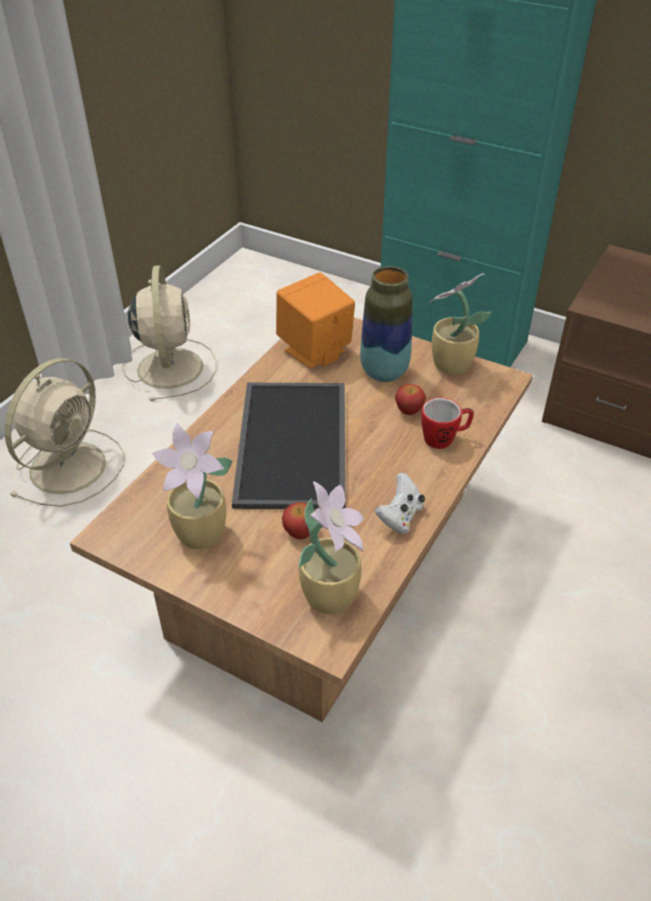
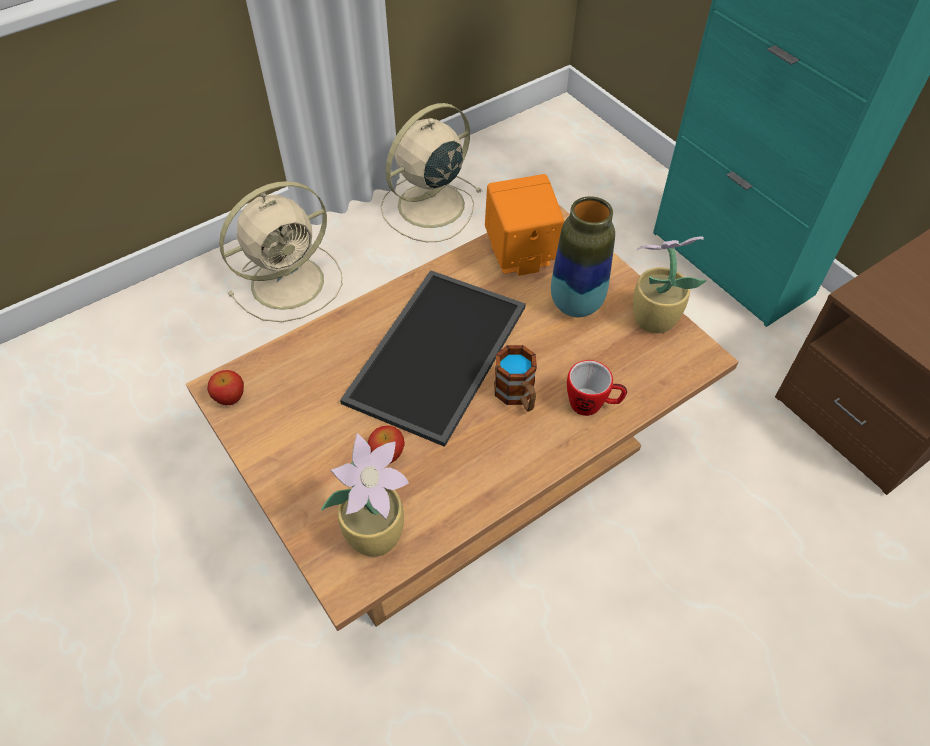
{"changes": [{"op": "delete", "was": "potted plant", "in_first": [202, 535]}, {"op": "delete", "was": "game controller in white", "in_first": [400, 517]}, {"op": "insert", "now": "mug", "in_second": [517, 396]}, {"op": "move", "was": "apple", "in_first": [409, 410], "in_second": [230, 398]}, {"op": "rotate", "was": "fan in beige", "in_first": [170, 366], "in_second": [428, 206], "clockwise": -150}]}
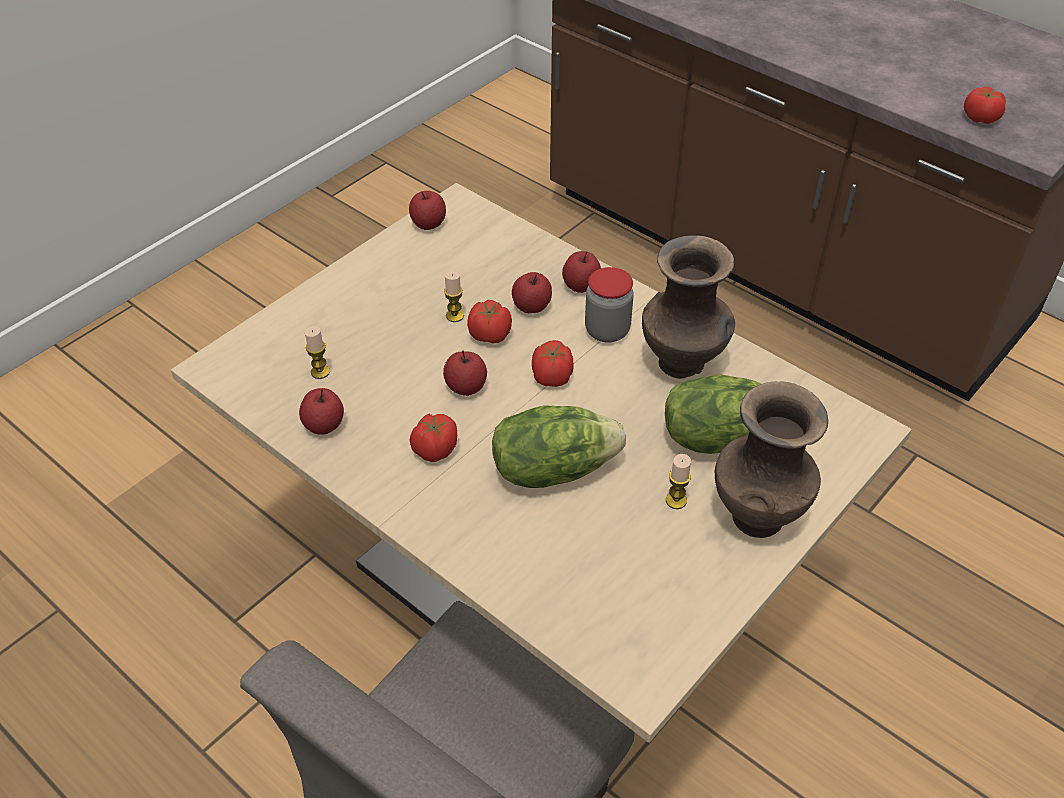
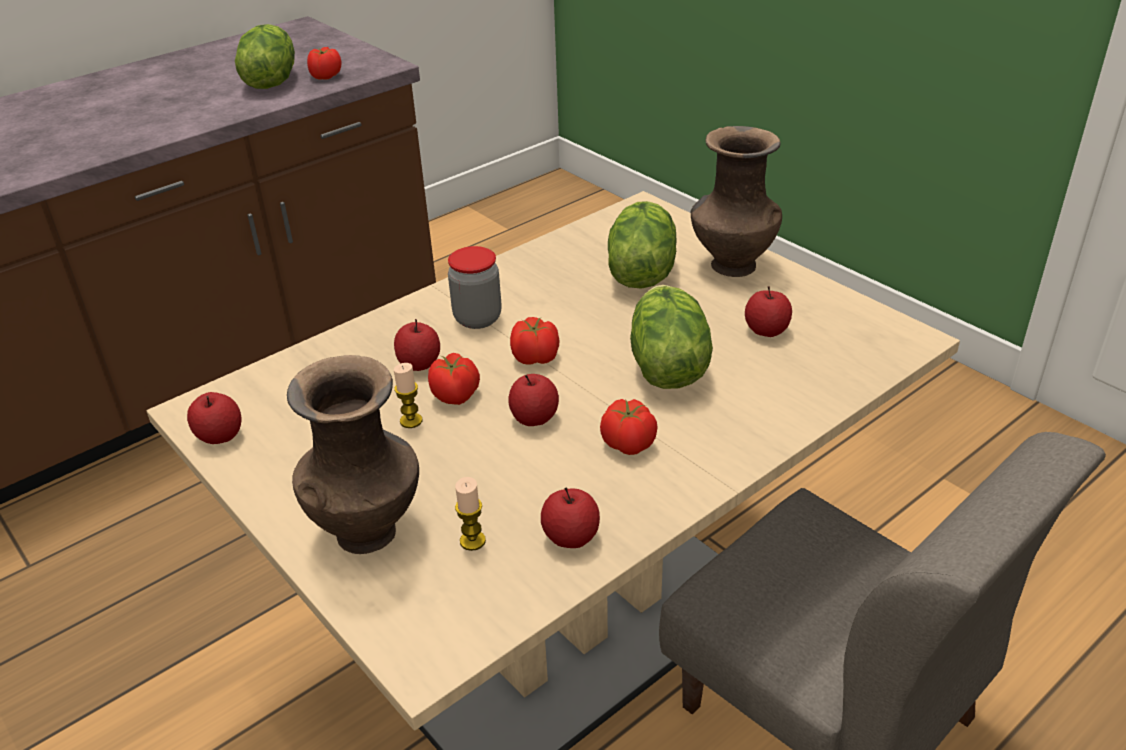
{"changes": [{"op": "delete", "was": "candle", "in_first": [676, 500]}, {"op": "insert", "now": "lettuce", "in_second": [270, 81]}, {"op": "move", "was": "apple", "in_first": [581, 285], "in_second": [766, 330]}, {"op": "move", "was": "vase in brown", "in_first": [683, 364], "in_second": [368, 530]}]}
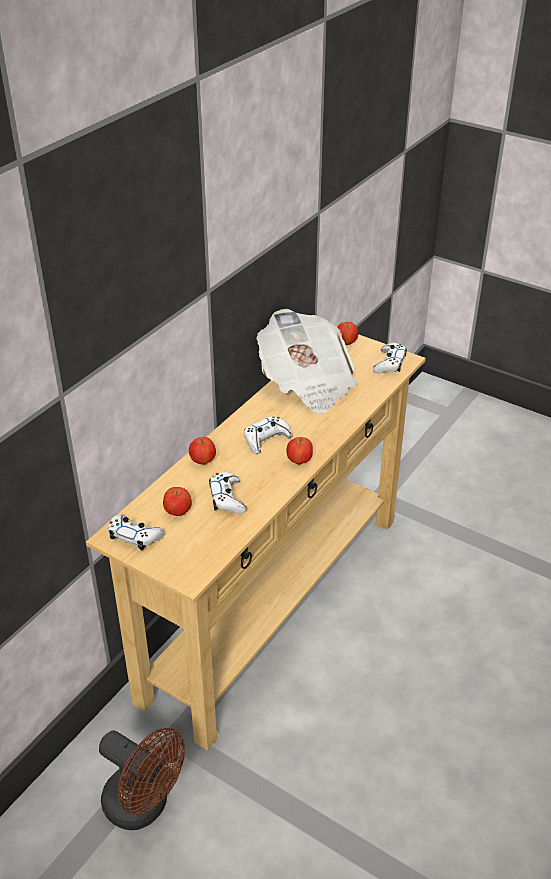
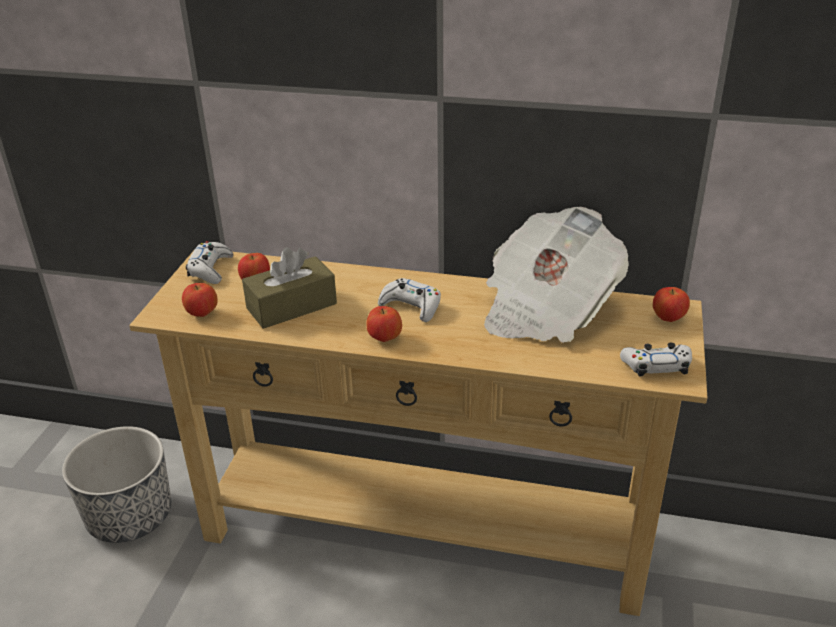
{"changes": [{"op": "move", "was": "apple", "in_first": [203, 461], "in_second": [202, 314]}, {"op": "replace", "was": "fan in brown", "now": "planter", "in_first": [144, 806], "in_second": [130, 516]}, {"op": "replace", "was": "game controller in white", "now": "tissue box in brown", "in_first": [227, 498], "in_second": [291, 306]}]}
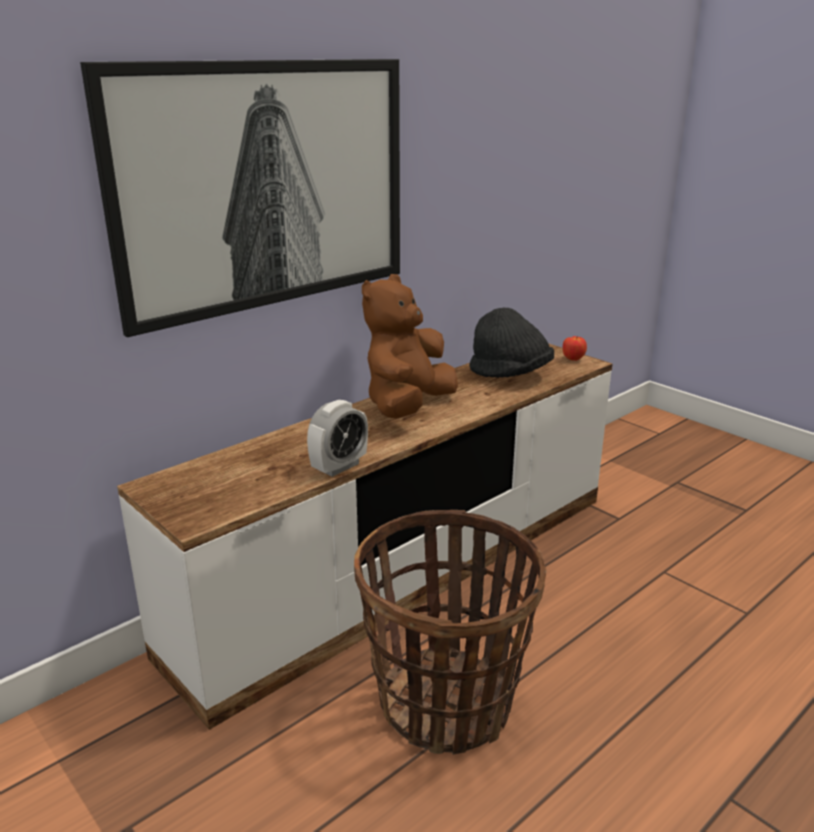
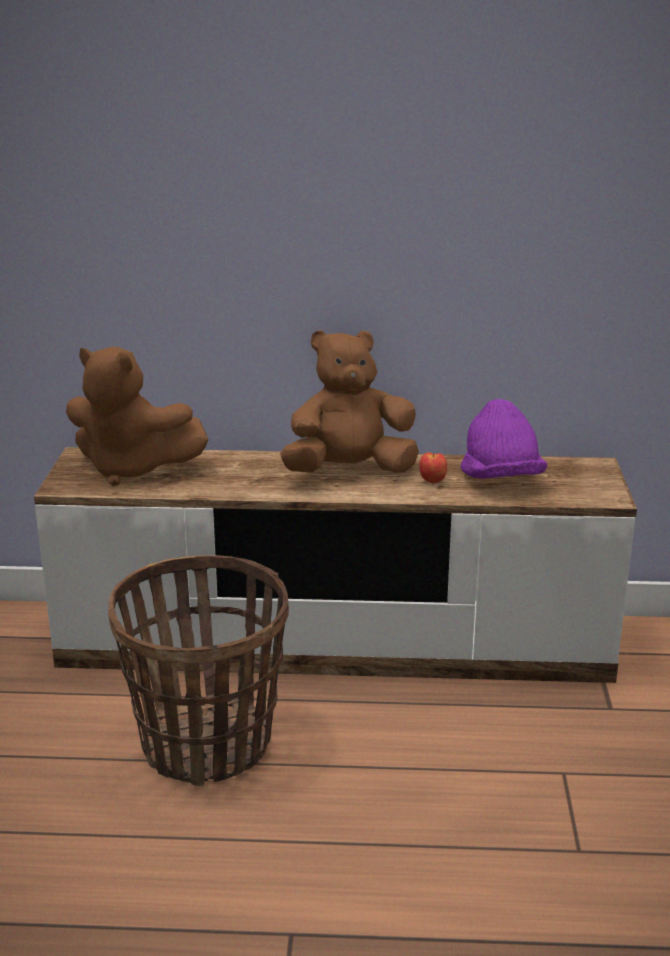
{"changes": [{"op": "delete", "was": "picture", "in_first": [268, 187]}, {"op": "delete", "was": "alarm clock", "in_first": [339, 467]}, {"op": "insert", "now": "plush toy in brown", "in_second": [132, 469]}, {"op": "move", "was": "apple", "in_first": [573, 359], "in_second": [433, 481]}, {"op": "recolor", "was": "hat in black", "now": "hat in purple", "in_first": [510, 375], "in_second": [500, 480]}]}
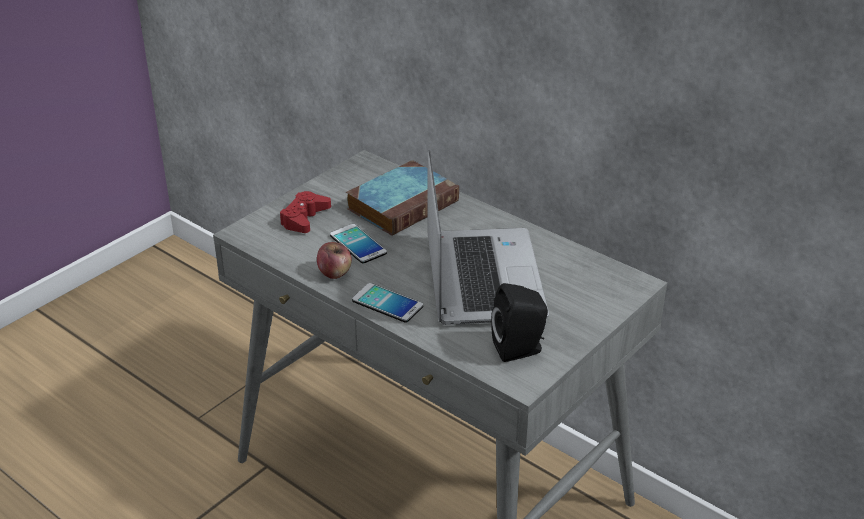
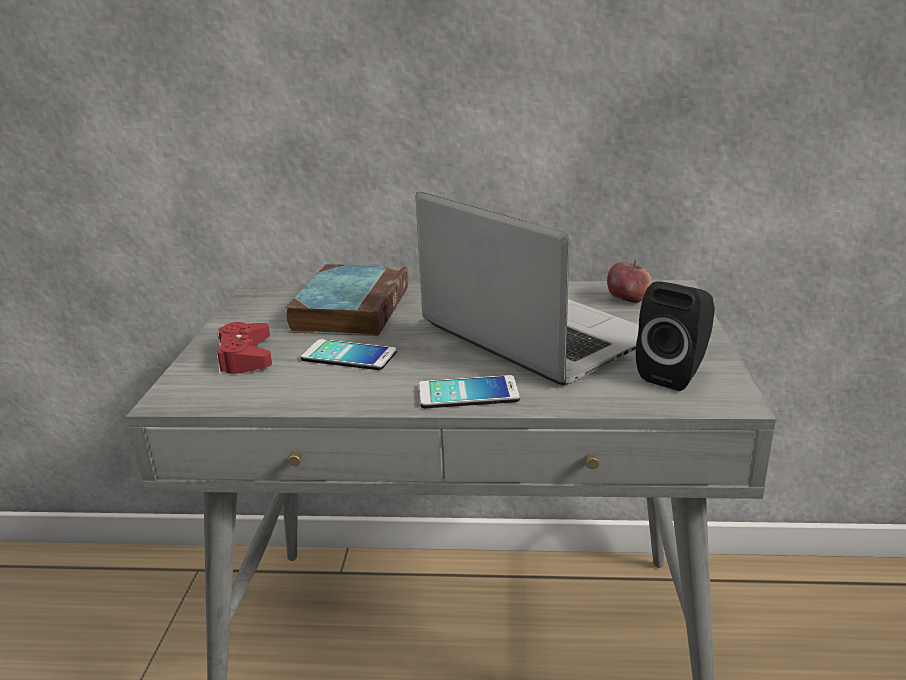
{"changes": [{"op": "move", "was": "apple", "in_first": [335, 273], "in_second": [628, 299]}]}
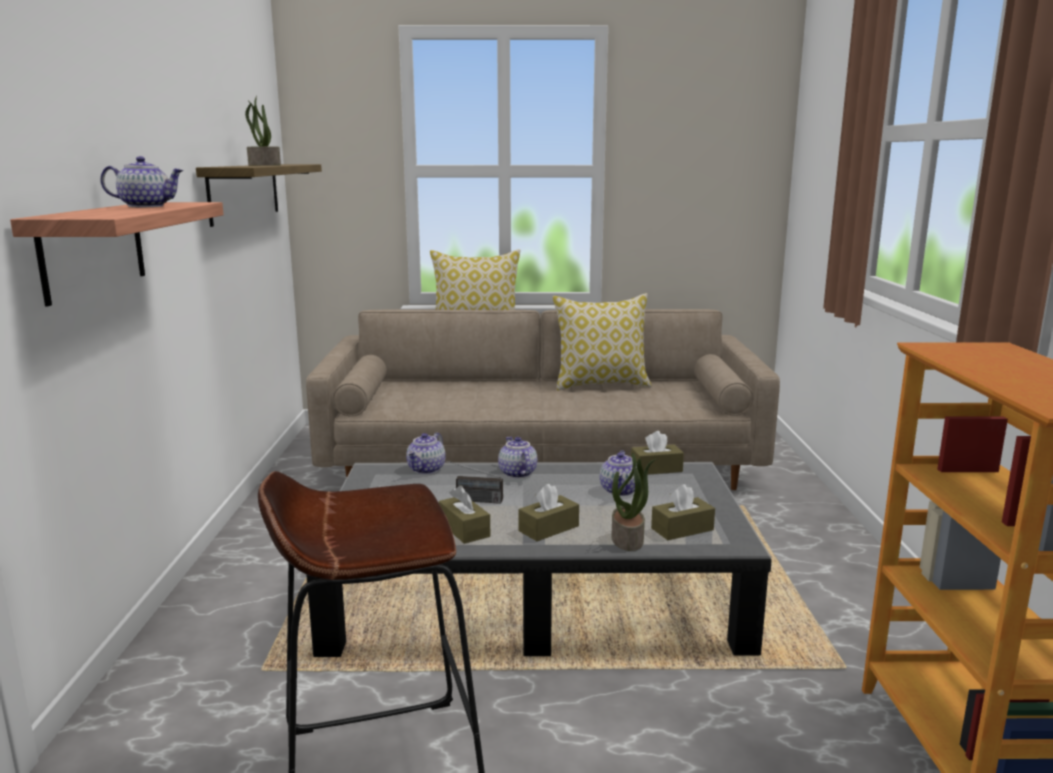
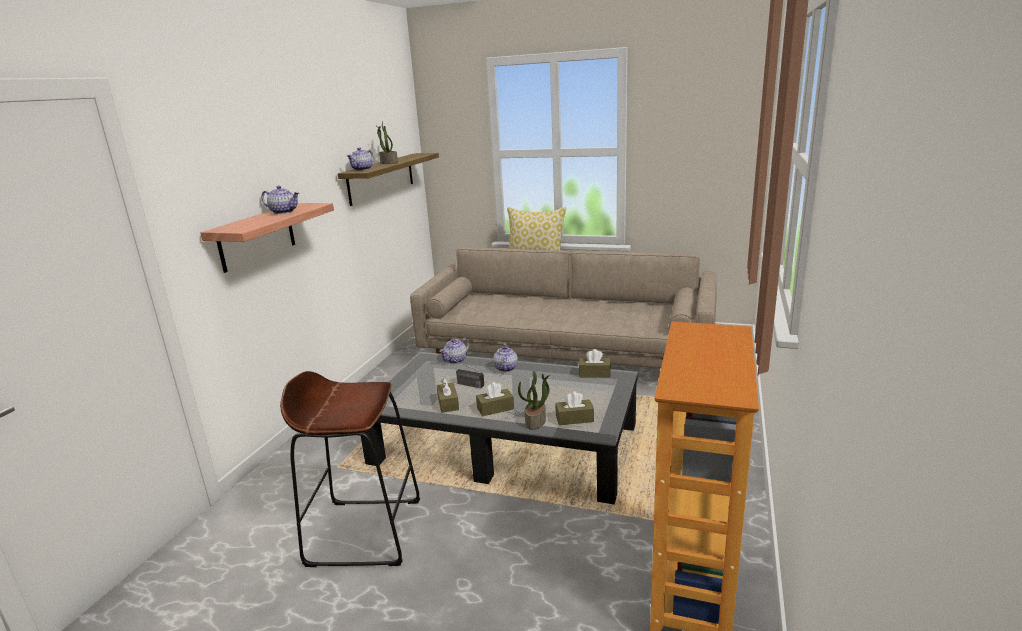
{"changes": [{"op": "delete", "was": "pillow", "in_first": [601, 384]}, {"op": "move", "was": "teapot", "in_first": [620, 491], "in_second": [362, 169]}]}
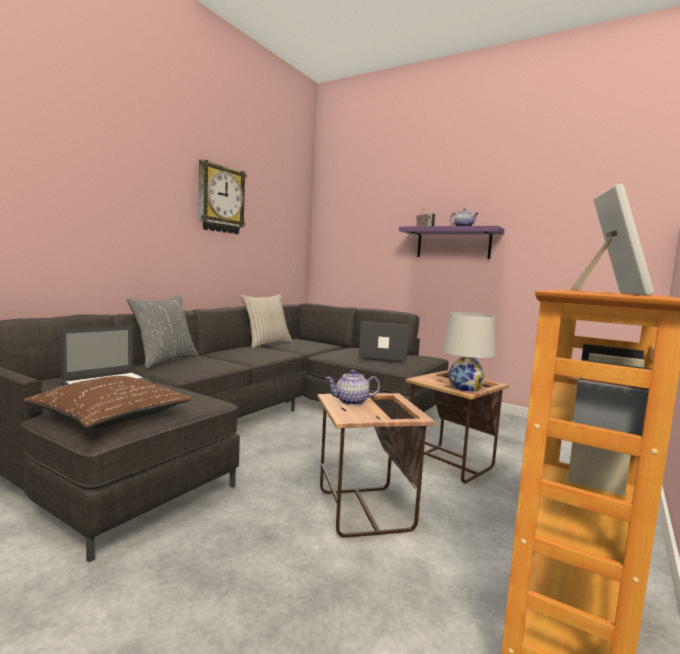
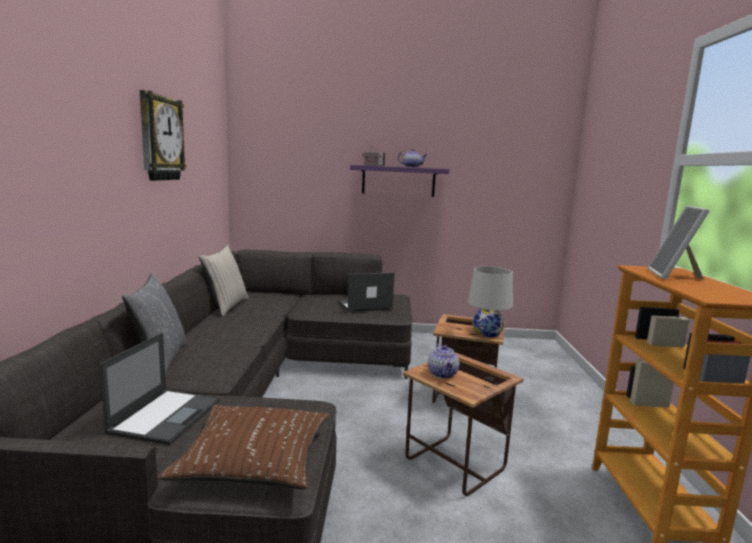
{"changes": [{"op": "rotate", "was": "teapot", "in_first": [351, 402], "in_second": [443, 374], "clockwise": -60}, {"op": "rotate", "was": "picture frame", "in_first": [608, 292], "in_second": [674, 276], "clockwise": -150}]}
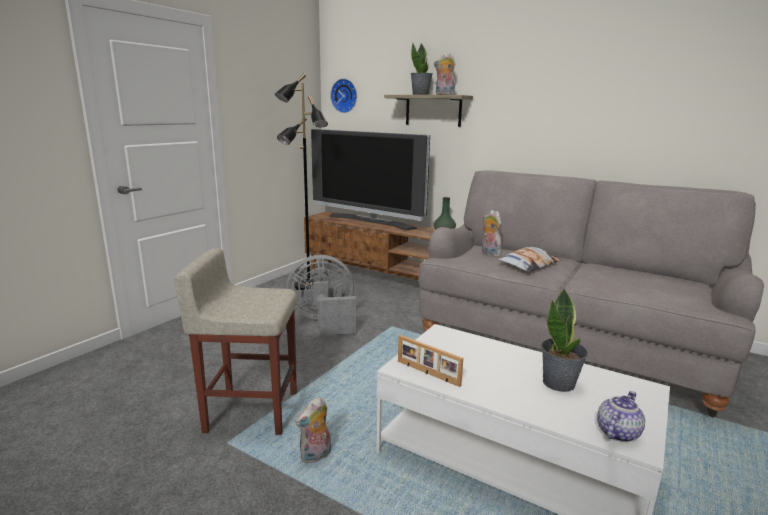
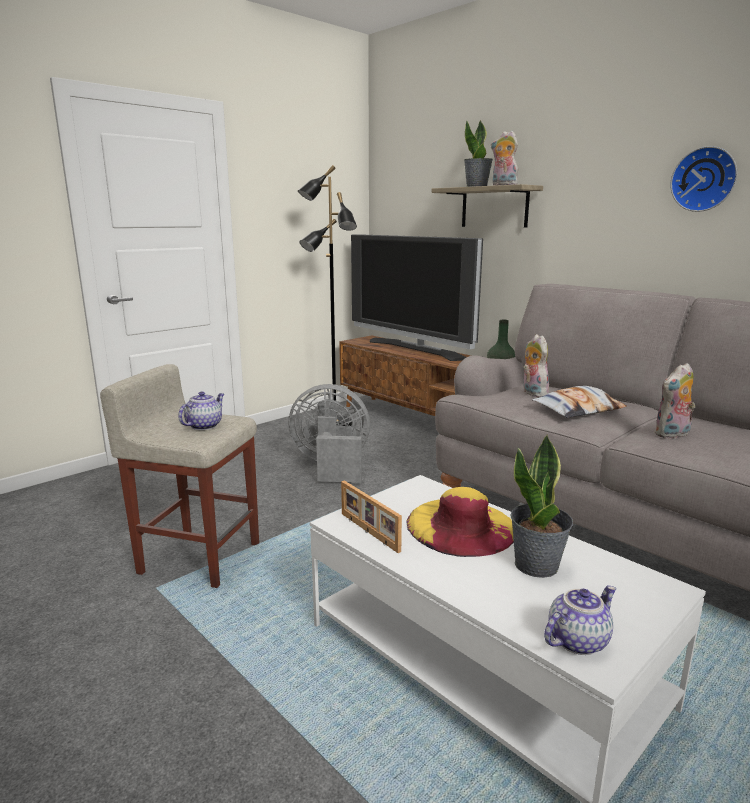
{"changes": [{"op": "insert", "now": "teapot", "in_second": [204, 425]}, {"op": "insert", "now": "hat in yellow", "in_second": [461, 526]}, {"op": "move", "was": "plush toy", "in_first": [316, 456], "in_second": [672, 435]}, {"op": "move", "was": "wall clock", "in_first": [345, 96], "in_second": [704, 179]}]}
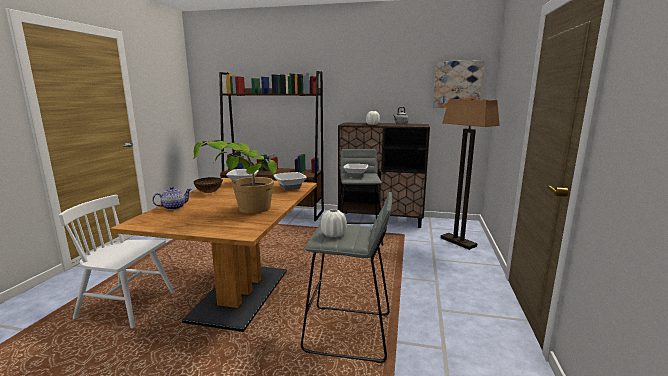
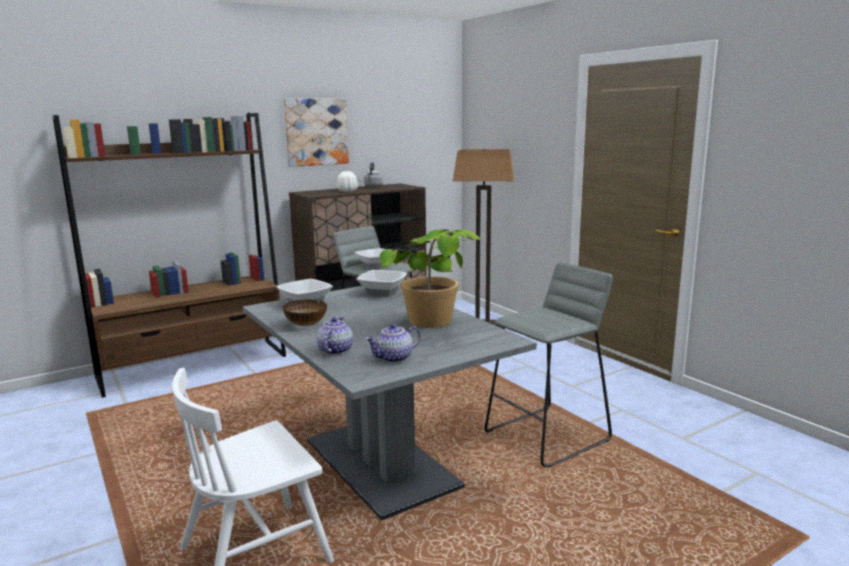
{"changes": [{"op": "delete", "was": "vase in white", "in_first": [333, 234]}, {"op": "insert", "now": "teapot", "in_second": [394, 358]}, {"op": "move", "was": "picture", "in_first": [457, 84], "in_second": [316, 132]}, {"op": "recolor", "was": "dining table in brown", "now": "dining table in grey", "in_first": [241, 294], "in_second": [380, 464]}]}
